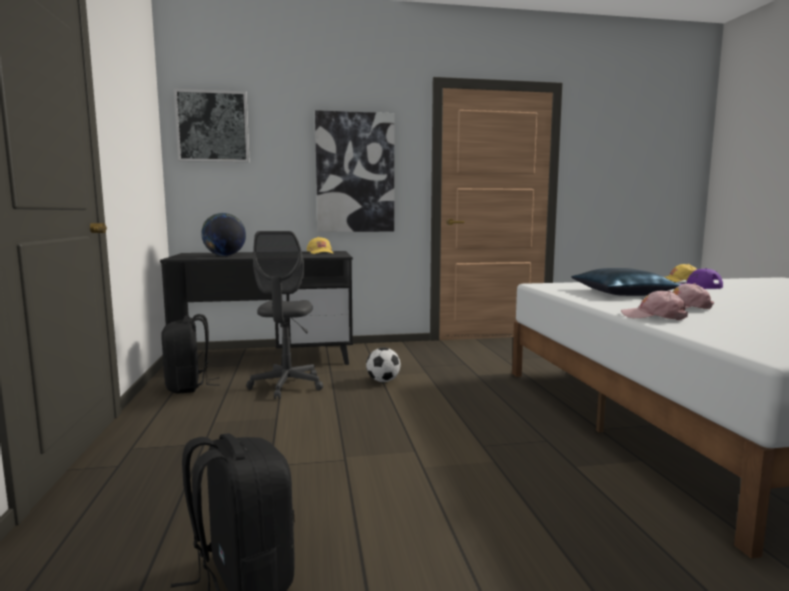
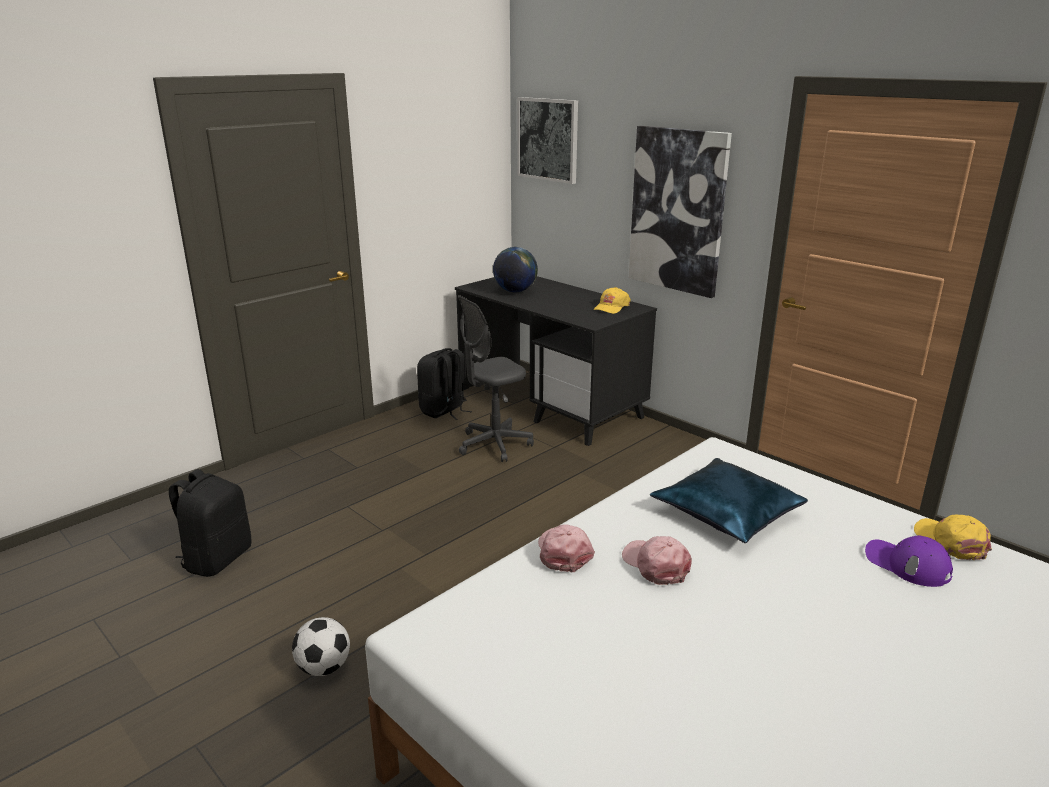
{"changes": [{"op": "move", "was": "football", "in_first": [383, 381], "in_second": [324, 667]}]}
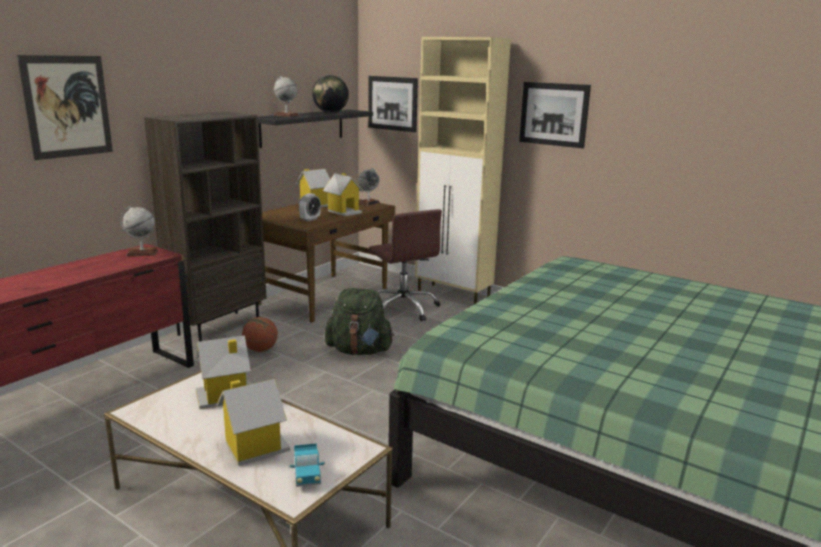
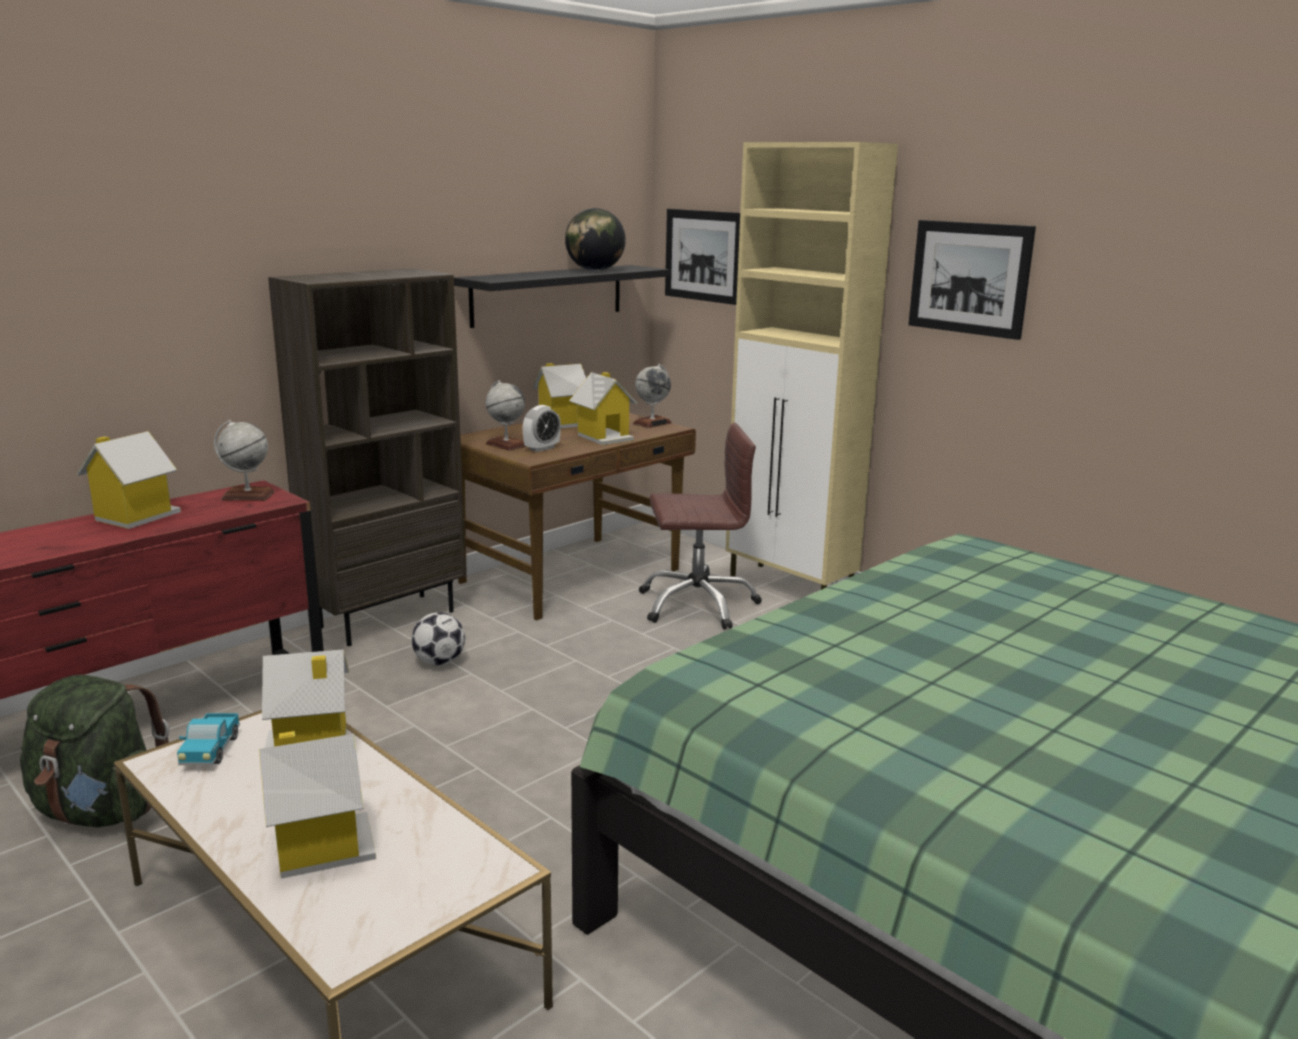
{"changes": [{"op": "delete", "was": "picture", "in_first": [67, 106]}, {"op": "insert", "now": "toy house", "in_second": [134, 517]}, {"op": "move", "was": "globe", "in_first": [286, 115], "in_second": [506, 445]}, {"op": "move", "was": "toy truck", "in_first": [307, 473], "in_second": [211, 752]}, {"op": "move", "was": "backpack in green", "in_first": [359, 351], "in_second": [101, 811]}, {"op": "replace", "was": "basketball", "now": "football", "in_first": [260, 350], "in_second": [439, 662]}, {"op": "rotate", "was": "office chair in brown", "in_first": [403, 308], "in_second": [697, 604], "clockwise": -75}]}
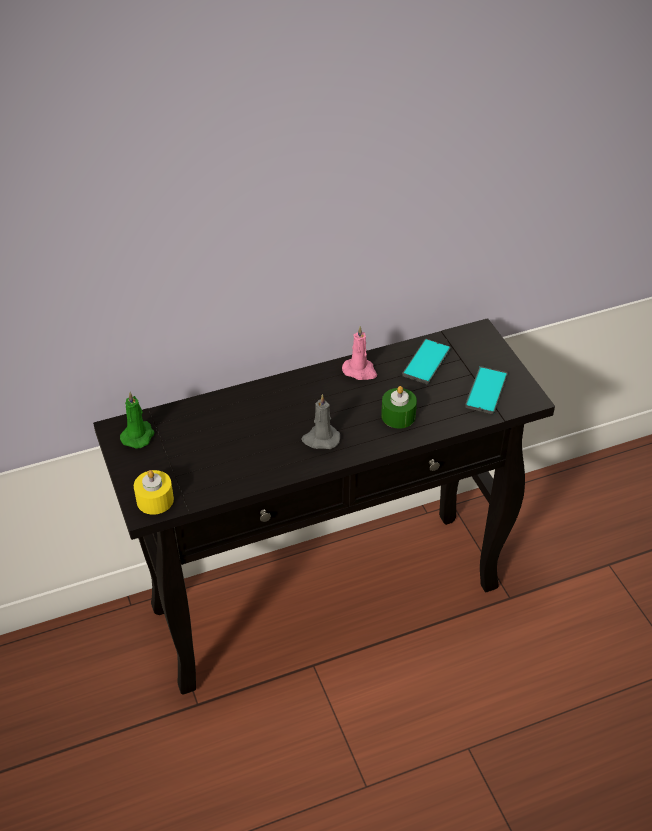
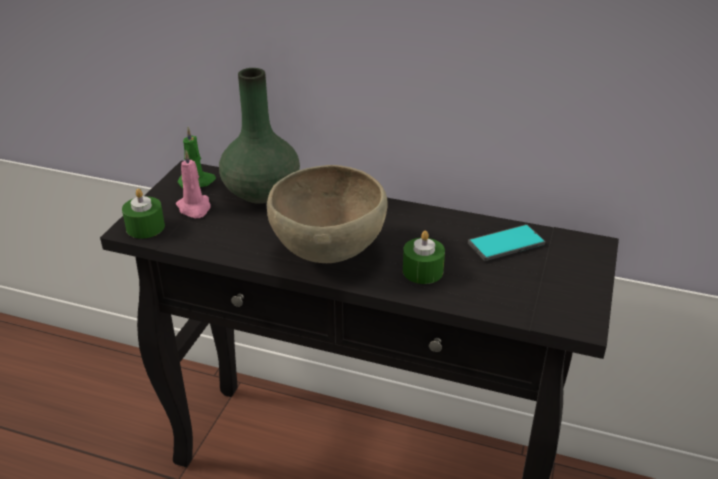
{"changes": [{"op": "delete", "was": "phone", "in_first": [486, 390]}, {"op": "insert", "now": "vase in green", "in_second": [262, 191]}, {"op": "move", "was": "candle in pink", "in_first": [360, 371], "in_second": [194, 208]}, {"op": "replace", "was": "candle in grey", "now": "bowl in brown", "in_first": [320, 439], "in_second": [328, 253]}, {"op": "recolor", "was": "candle in yellow", "now": "candle in green", "in_first": [155, 500], "in_second": [145, 227]}]}
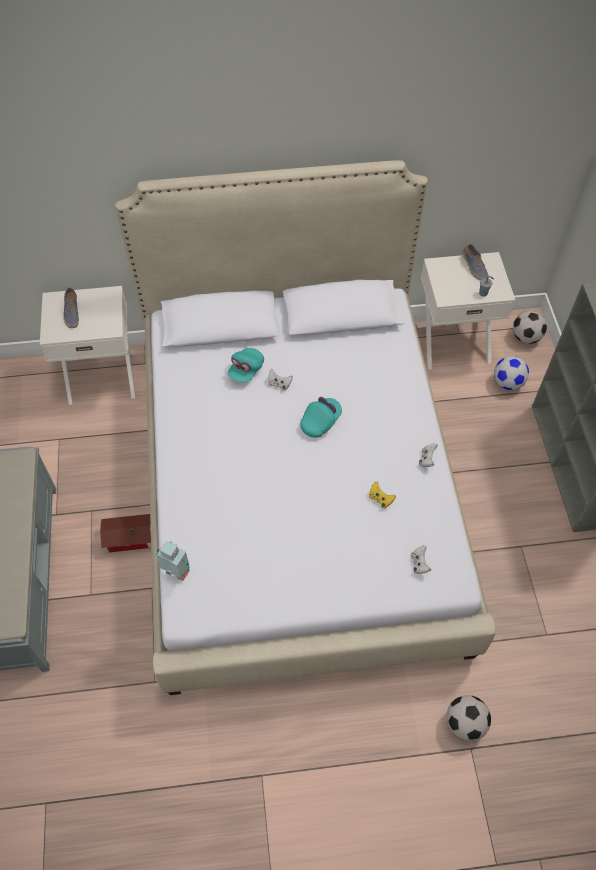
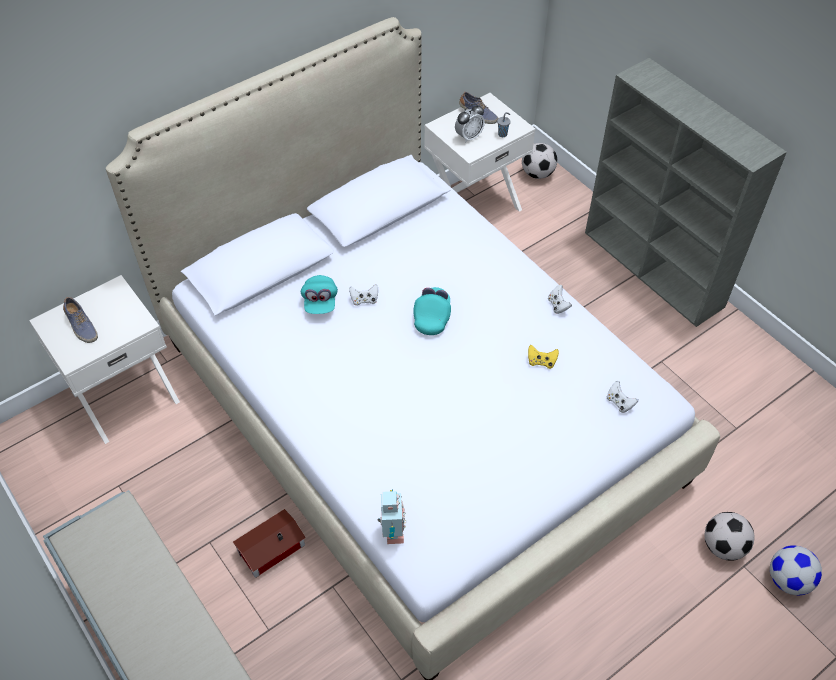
{"changes": [{"op": "insert", "now": "alarm clock", "in_second": [469, 137]}, {"op": "move", "was": "football", "in_first": [507, 383], "in_second": [788, 580]}, {"op": "rotate", "was": "toy robot", "in_first": [177, 573], "in_second": [392, 533], "clockwise": 90}]}
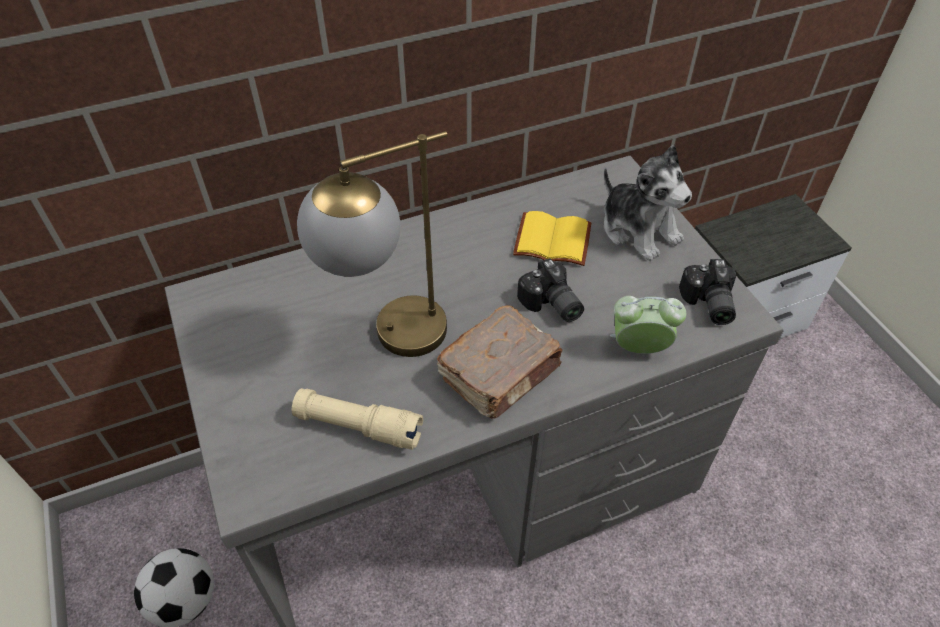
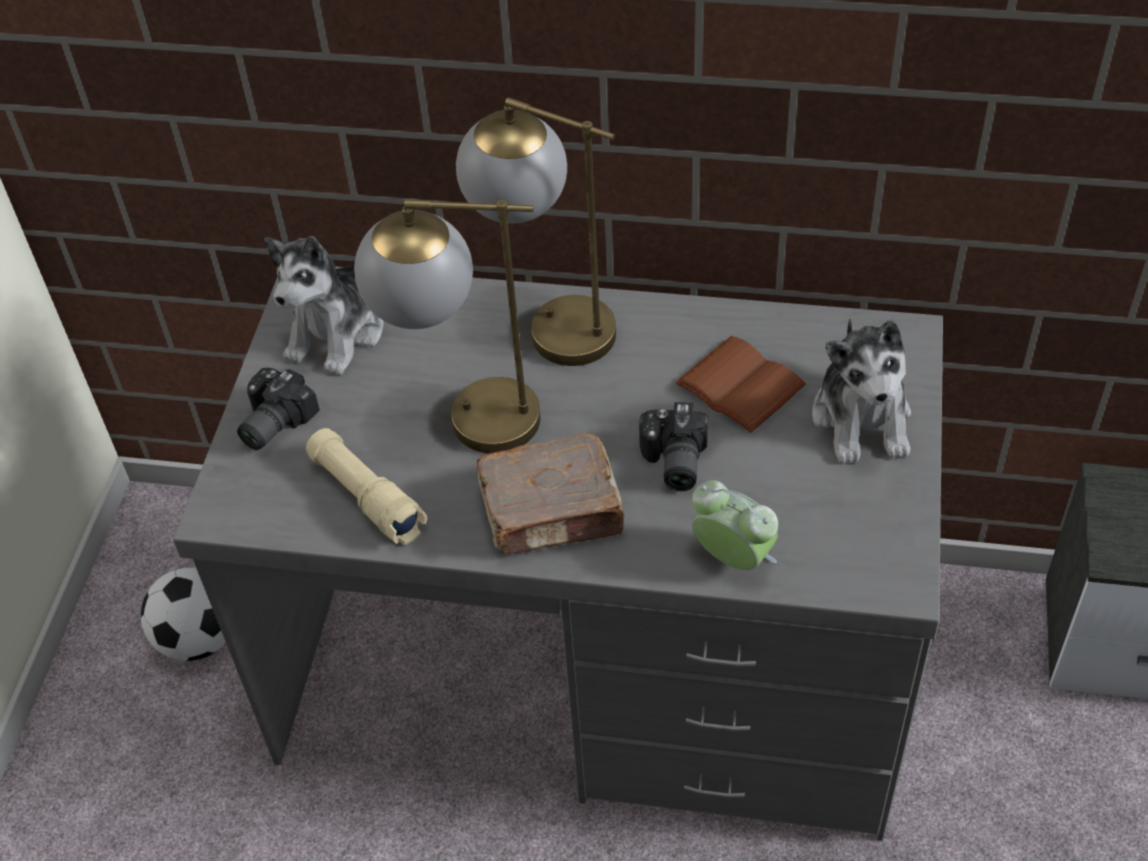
{"changes": [{"op": "insert", "now": "plush toy", "in_second": [337, 333]}, {"op": "insert", "now": "table lamp", "in_second": [545, 325]}, {"op": "move", "was": "photo camera", "in_first": [707, 304], "in_second": [271, 422]}, {"op": "recolor", "was": "book in yellow", "now": "book in brown", "in_first": [554, 239], "in_second": [743, 385]}]}
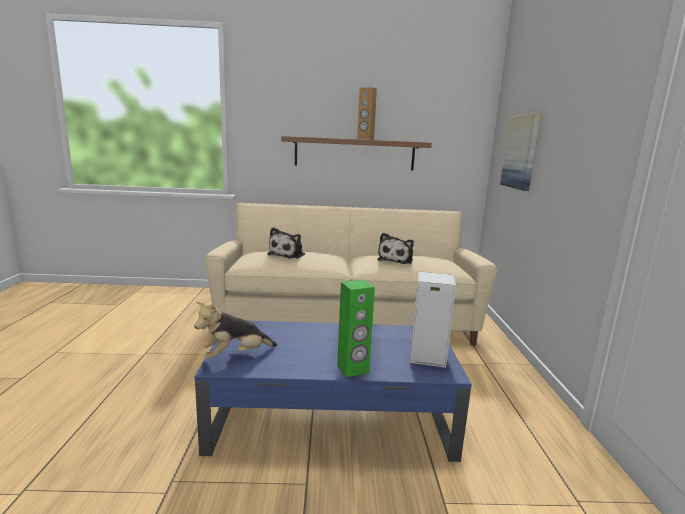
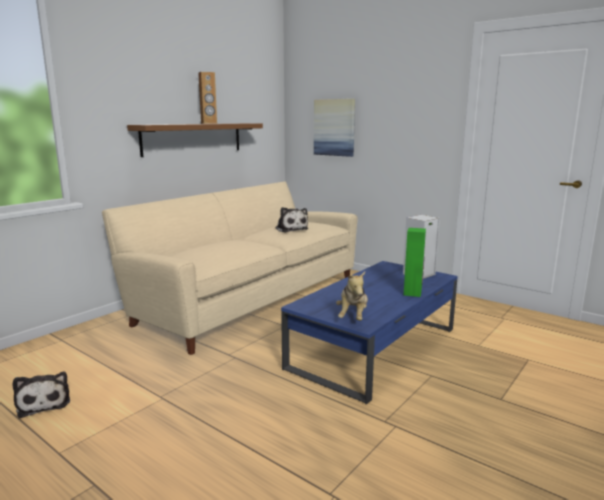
{"changes": [{"op": "move", "was": "plush toy", "in_first": [288, 254], "in_second": [44, 402]}]}
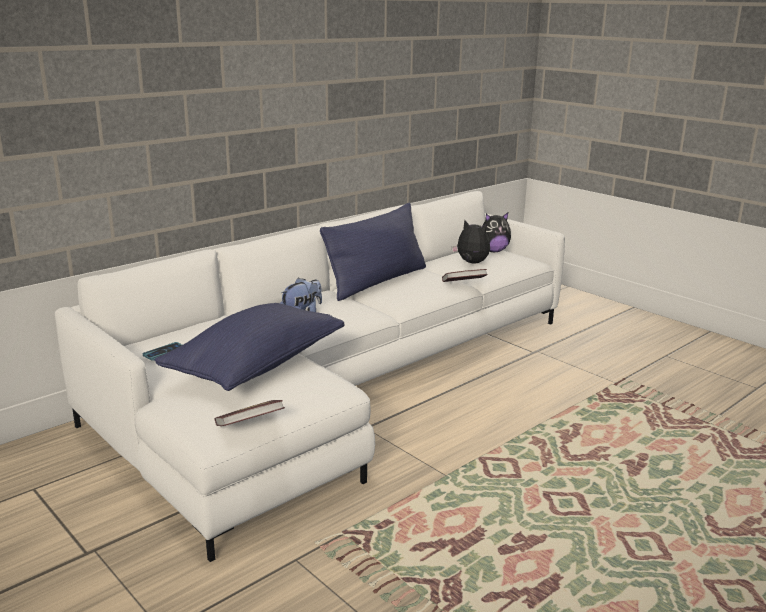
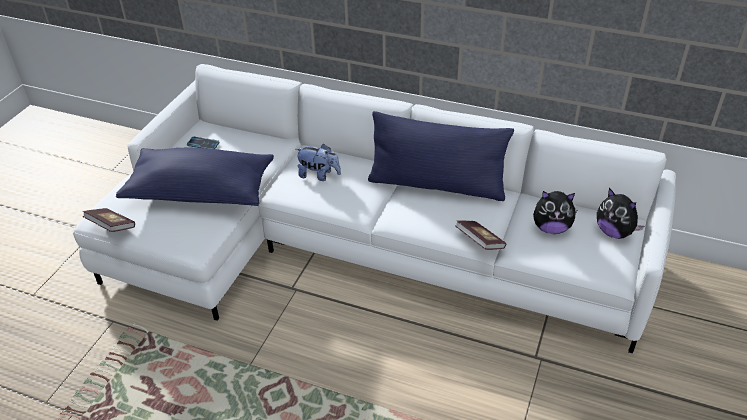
{"changes": [{"op": "rotate", "was": "plush toy", "in_first": [471, 263], "in_second": [551, 228], "clockwise": 90}]}
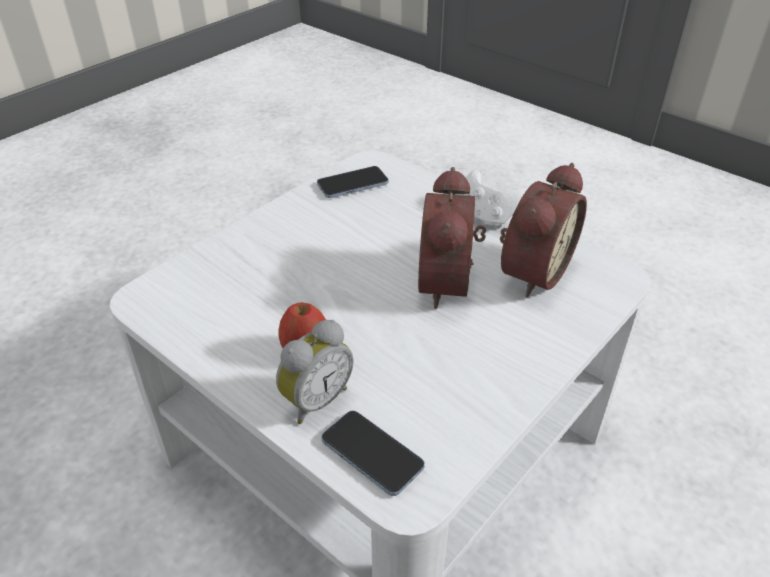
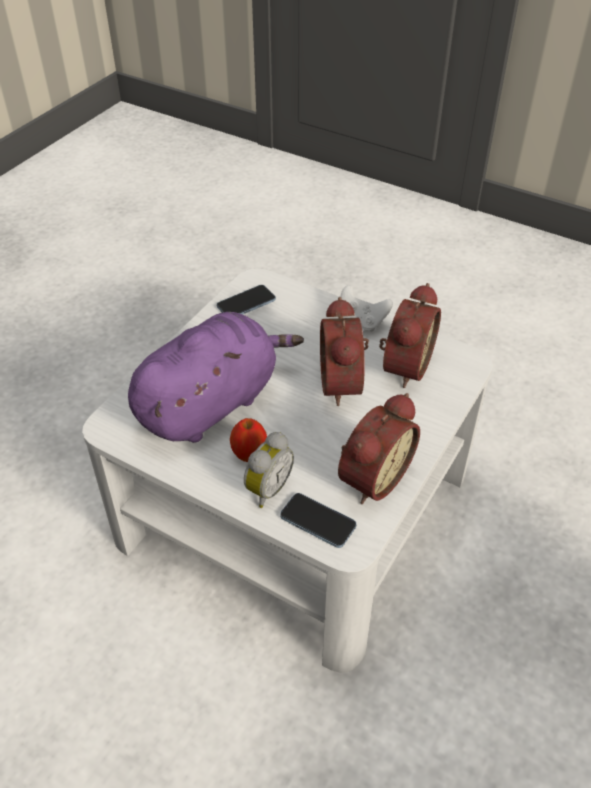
{"changes": [{"op": "insert", "now": "plush toy in purple", "in_second": [211, 403]}, {"op": "insert", "now": "alarm clock", "in_second": [371, 477]}]}
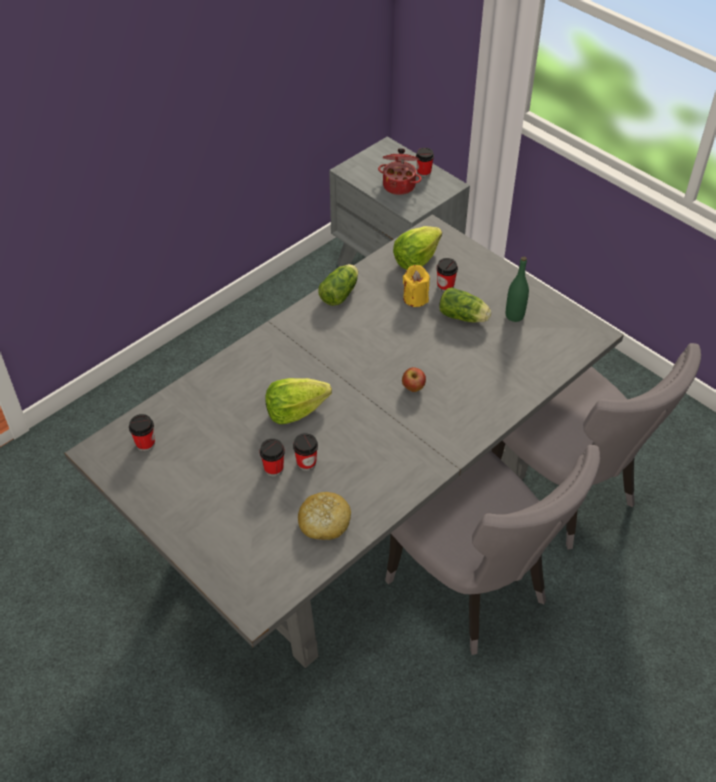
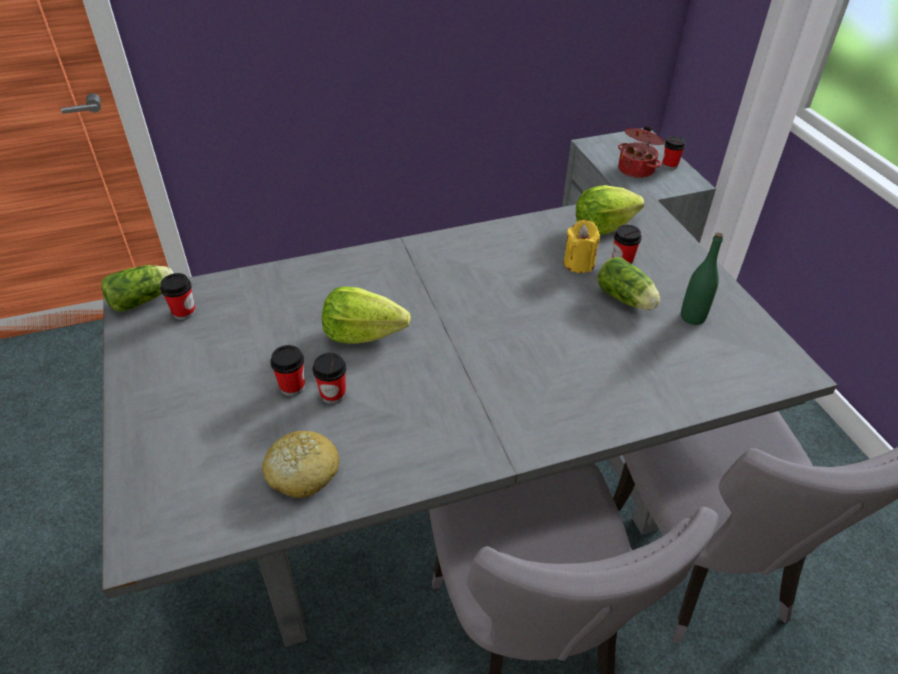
{"changes": [{"op": "delete", "was": "apple", "in_first": [413, 388]}, {"op": "move", "was": "lettuce", "in_first": [341, 292], "in_second": [145, 299]}]}
